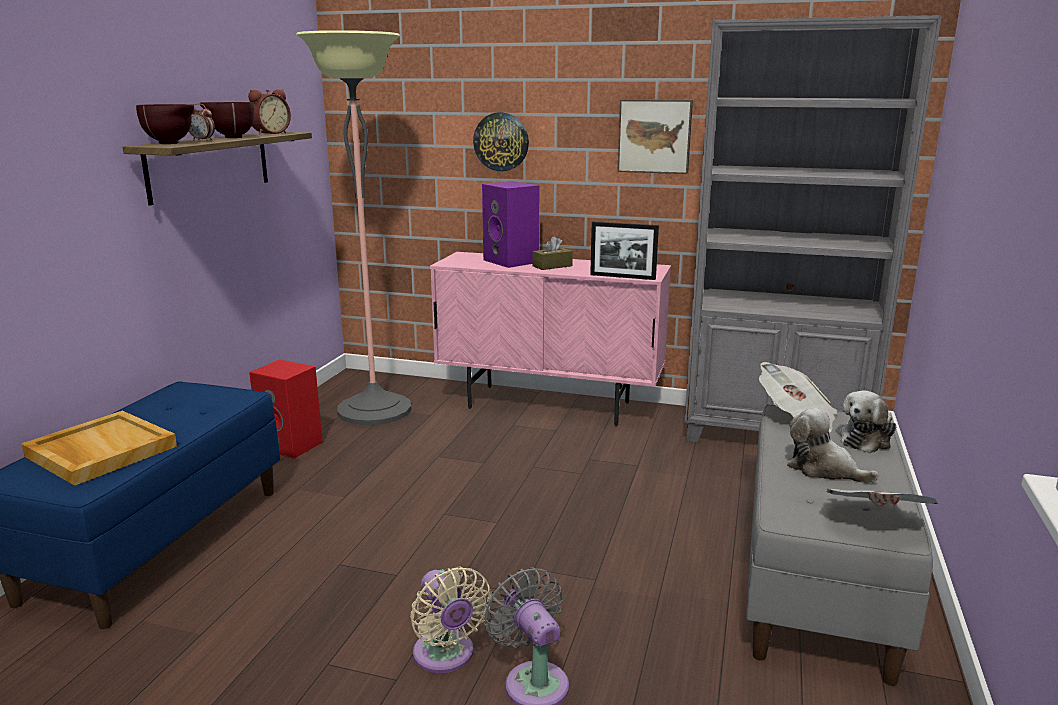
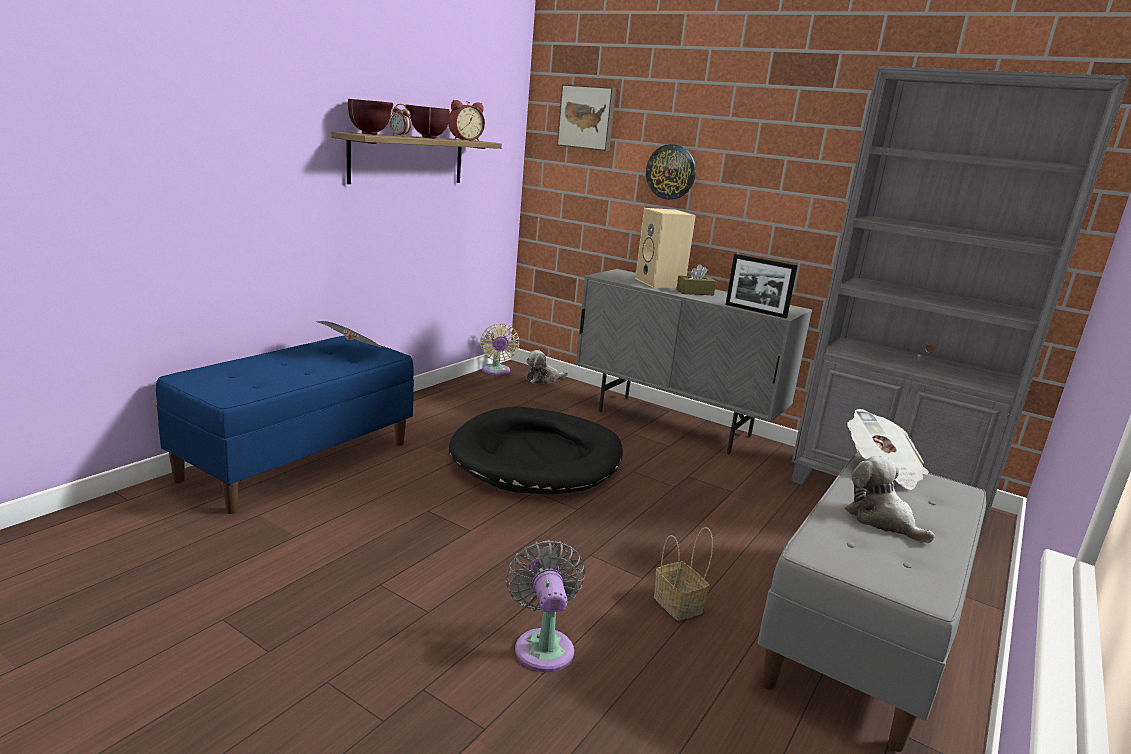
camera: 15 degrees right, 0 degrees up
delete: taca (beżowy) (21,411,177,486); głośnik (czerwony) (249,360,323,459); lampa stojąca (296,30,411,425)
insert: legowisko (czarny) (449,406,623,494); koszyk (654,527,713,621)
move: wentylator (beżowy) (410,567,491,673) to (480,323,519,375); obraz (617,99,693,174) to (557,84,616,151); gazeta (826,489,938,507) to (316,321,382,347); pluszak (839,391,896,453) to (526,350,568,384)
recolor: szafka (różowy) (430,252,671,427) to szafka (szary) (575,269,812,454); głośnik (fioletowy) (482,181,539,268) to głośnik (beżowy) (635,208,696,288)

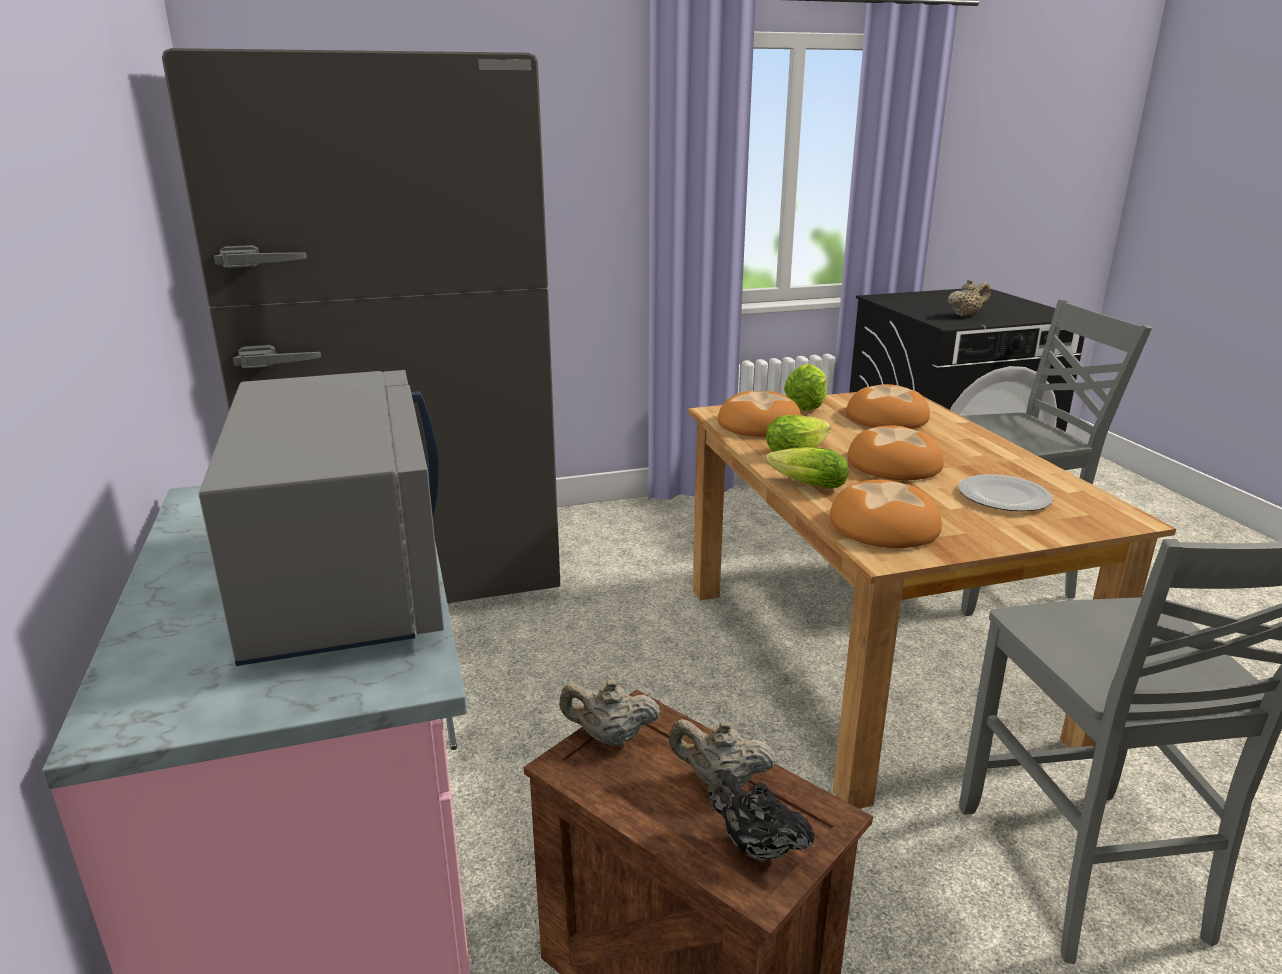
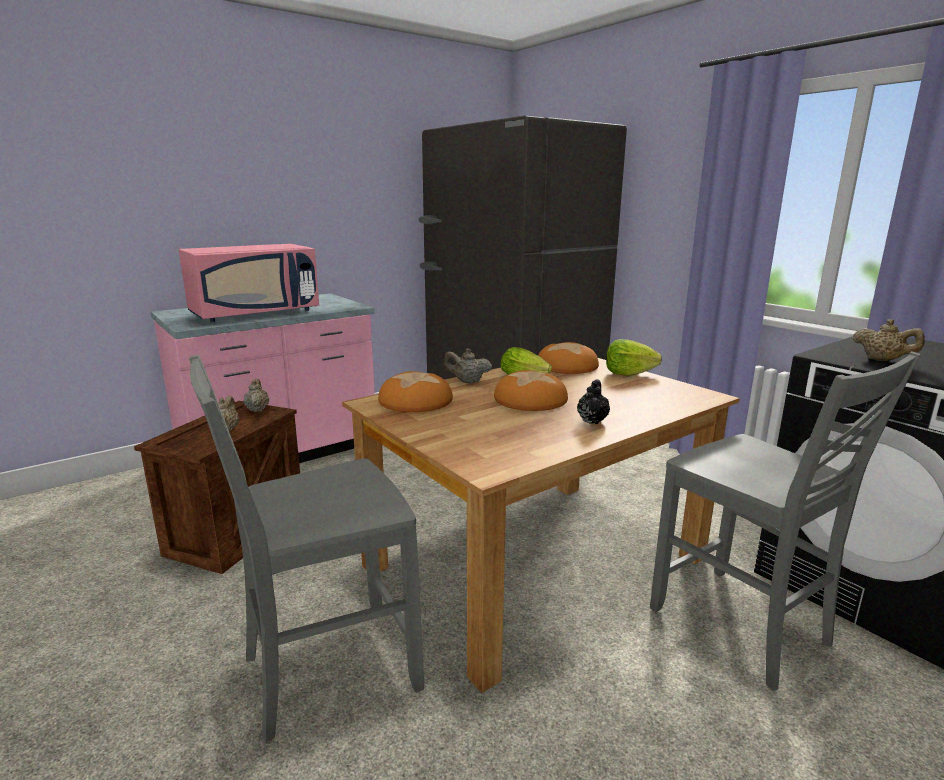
camera: 70 degrees right, 5 degrees down
delete: chleb (846,384,930,429); talerz (958,474,1053,511)
move: imbryk (czarny) (707,770,815,862) to (577,379,610,424)
replace: sałata (766,447,849,488) to imbryk (beżowy) (443,348,492,384)
recolor: mikrofalówka (szary) (198,370,444,666) to mikrofalówka (różowy) (179,244,319,322)

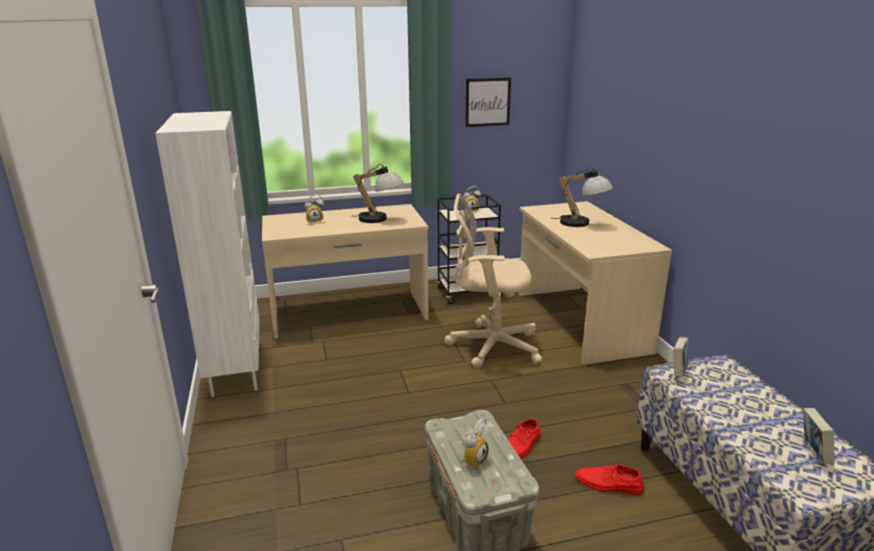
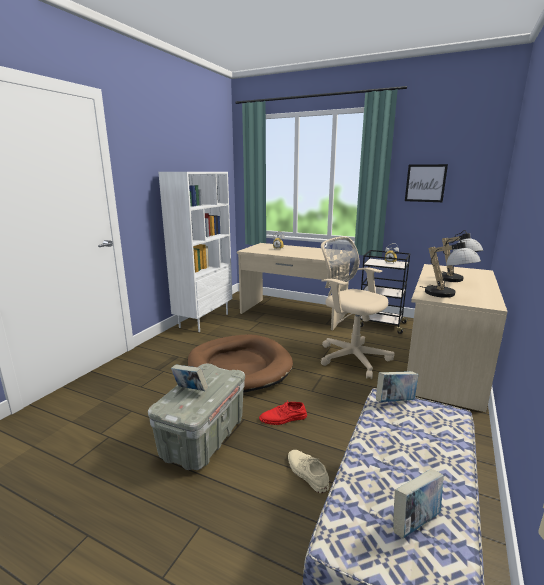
camera: 40 degrees right, 5 degrees down
insert: legowisko (brązowy) (188,334,293,392)
move: lampa stołowa (353,164,404,223) to (420,238,481,298)
replace: budzik (458,419,490,468) to książka (171,365,208,391)
recolor: but (czerwony) (575,462,644,495) to but (beżowy) (288,450,329,493)

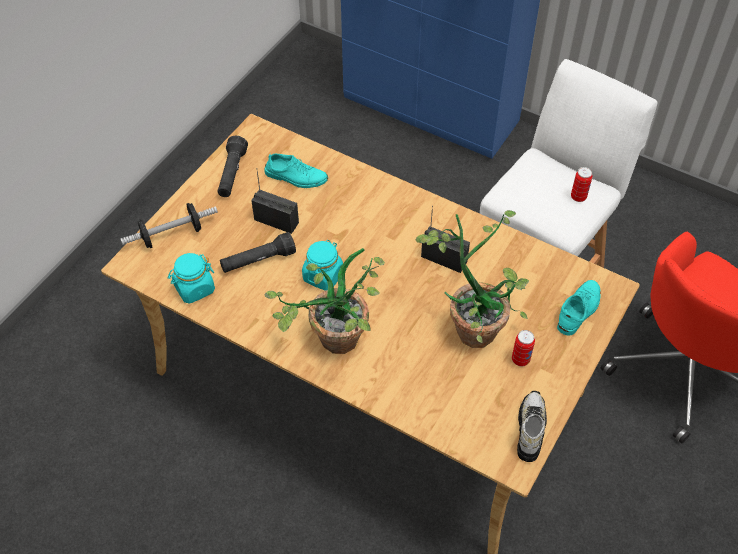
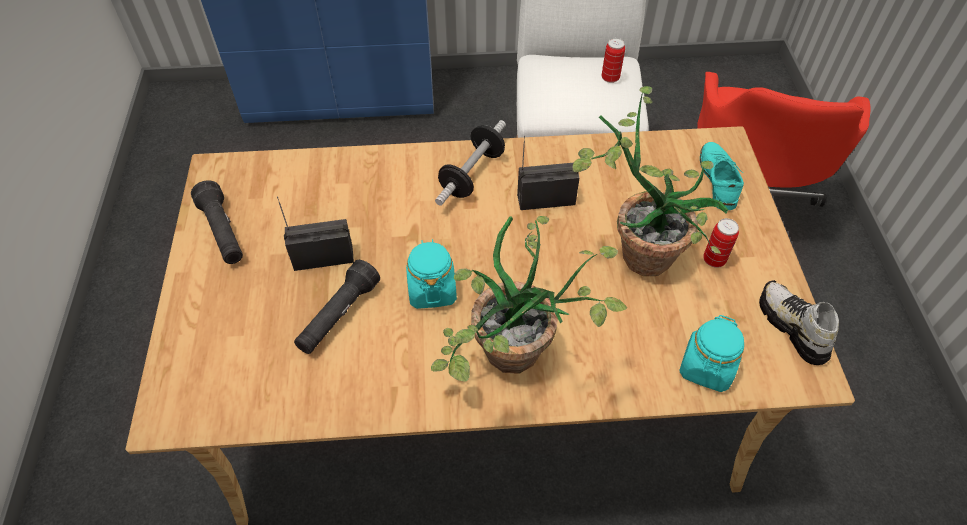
camera: 35 degrees left, 0 degrees up
delete: but (turkusowy) (265,153,328,188)
move: hantel (120,203,218,248) to (435,120,506,206); słoik (turkusowy) (168,253,215,304) to (679,315,744,392)

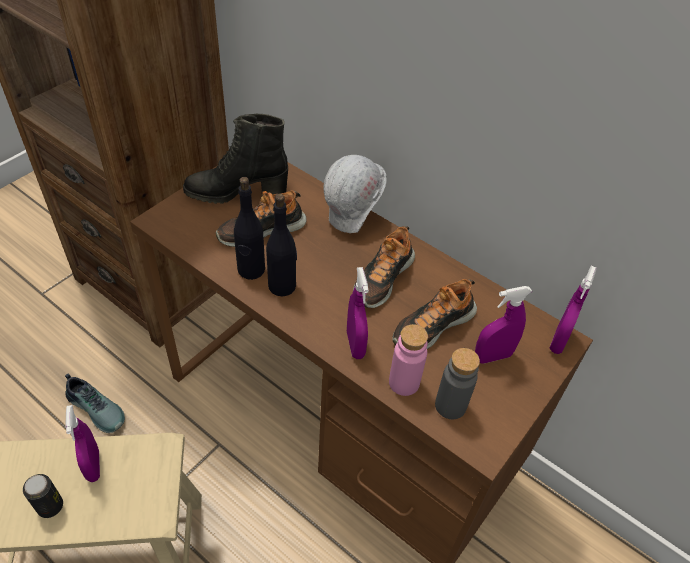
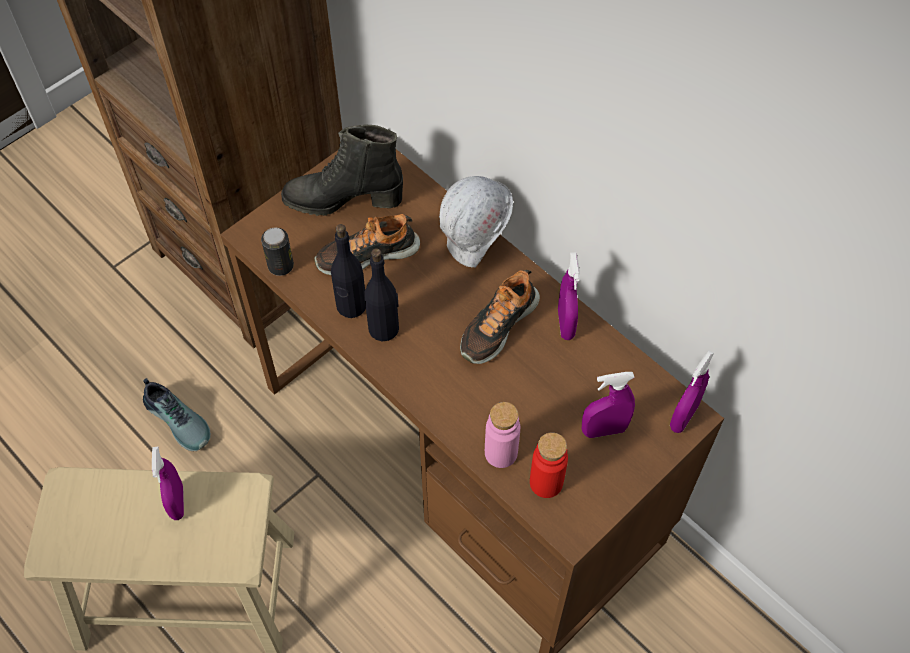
camera: 10 degrees right, 10 degrees up
delete: but (392,279,477,349)
move: puszka (23,474,63,518) to (261,227,294,276); spryskiwacz (fioletowy) (347,267,369,359) to (558,252,580,340)
recolor: butelka (szary) (435,348,480,419) to butelka (czerwony) (530,432,568,498)

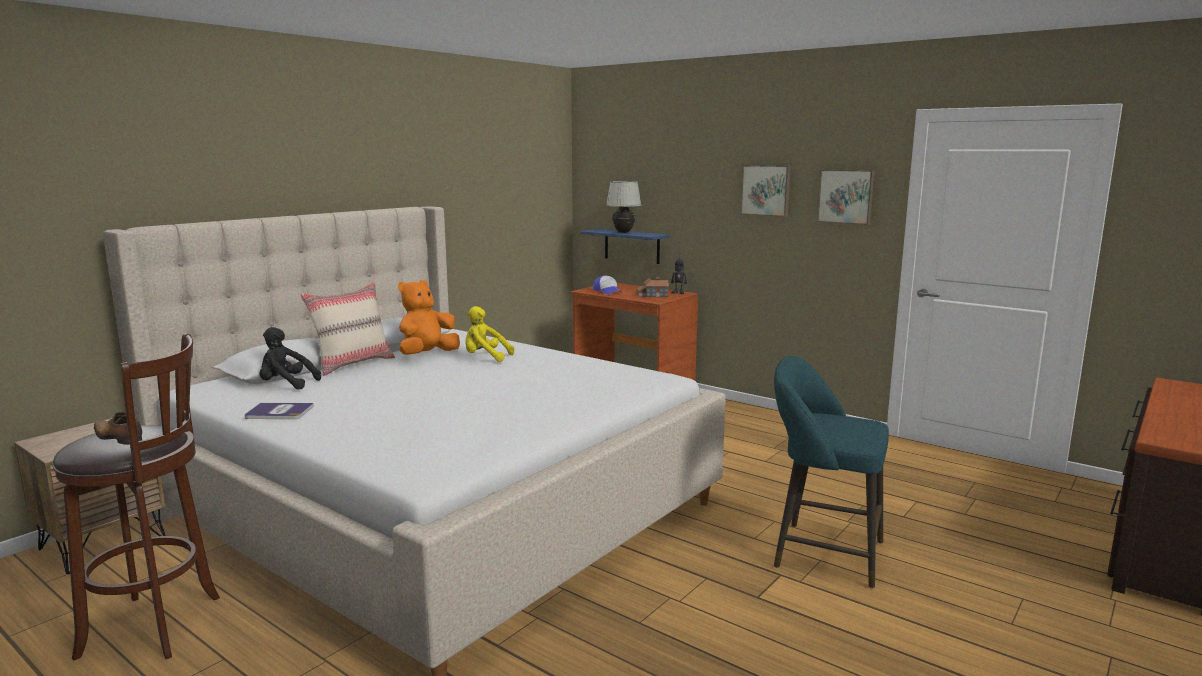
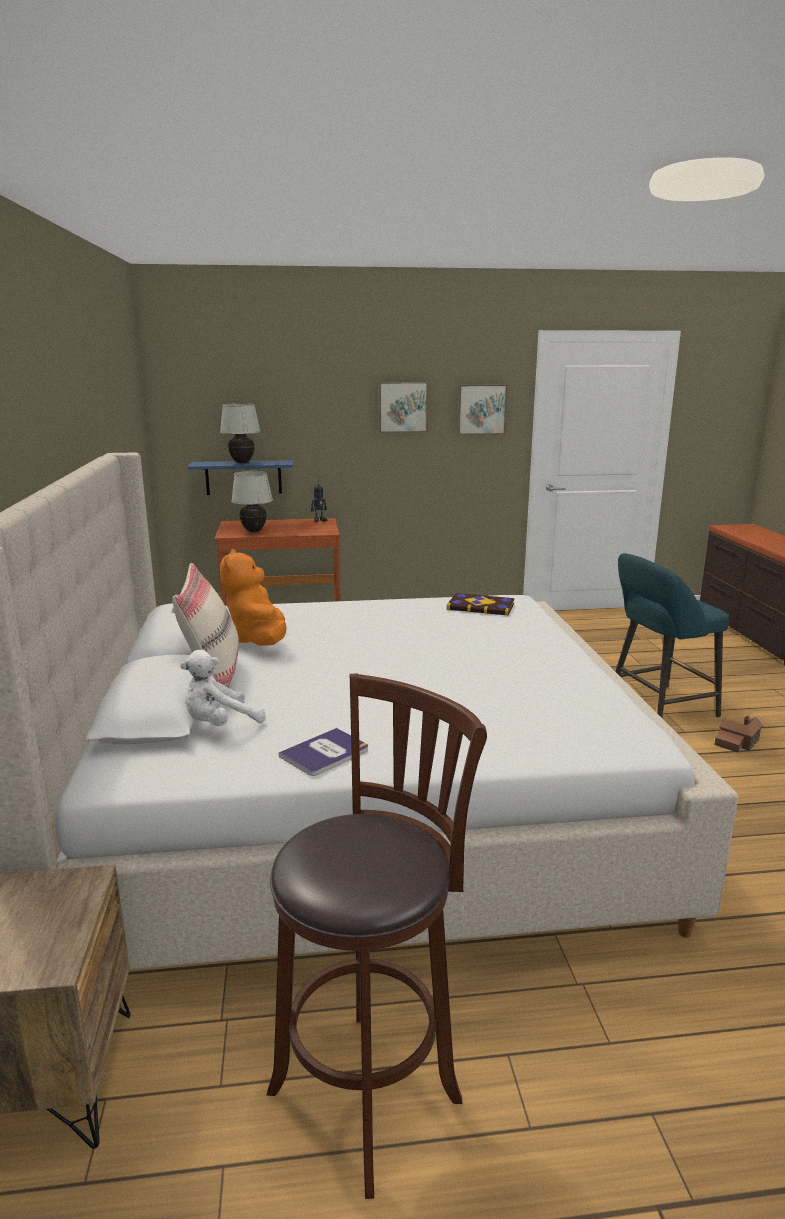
camera: 45 degrees left, 5 degrees up
delete: but (94,412,142,445); pluszak (żółty) (465,306,514,362)
insert: książka (447,593,515,616)
move: domek (637,276,669,298) to (715,715,763,753)
replace: czapka z daszkiem (593,275,622,294) to lampa stołowa (biały) (231,471,273,532)
recolor: pluszak (czarny) (259,327,321,389) to pluszak (biały) (180,650,266,726)

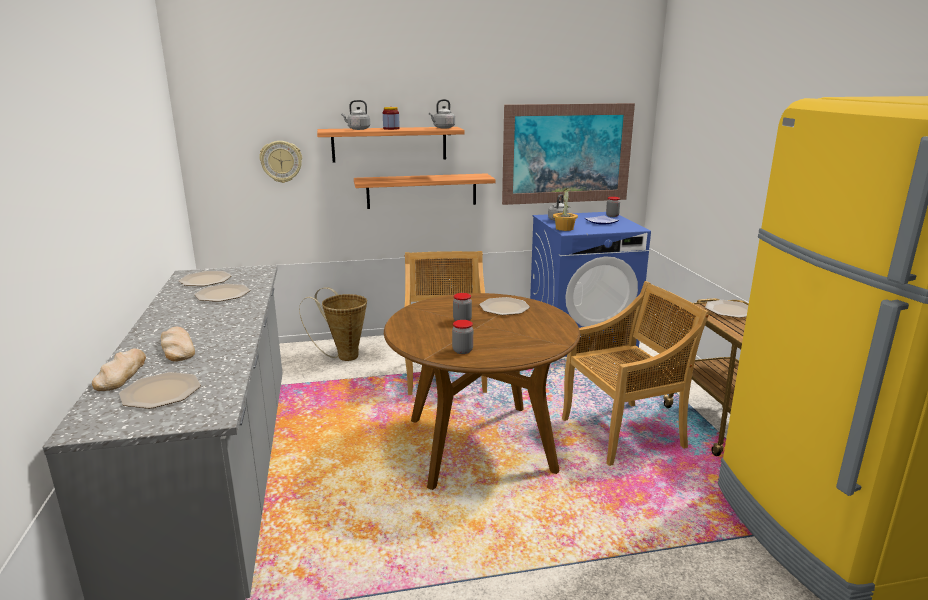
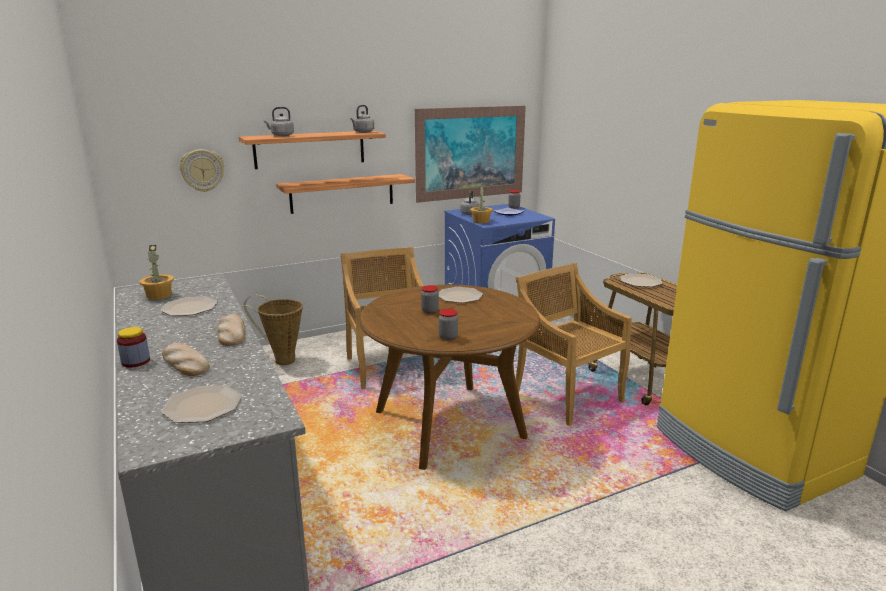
camera: 15 degrees left, 0 degrees up
move: chleb (92,349,146,391) to (217,314,245,346); słoik (383,107,400,130) to (117,327,150,367)
replace: talerz (179,271,232,286) to roślina doniczkowa (140,245,174,300)
rotate: krzesło (beżowy) (562,281,710,466) = (516,263,632,426) 90 degrees counterclockwise

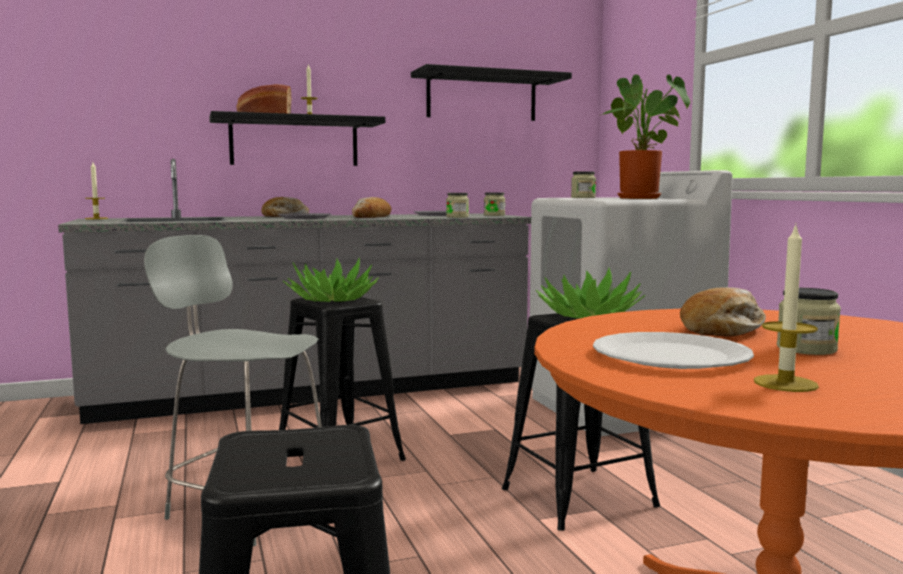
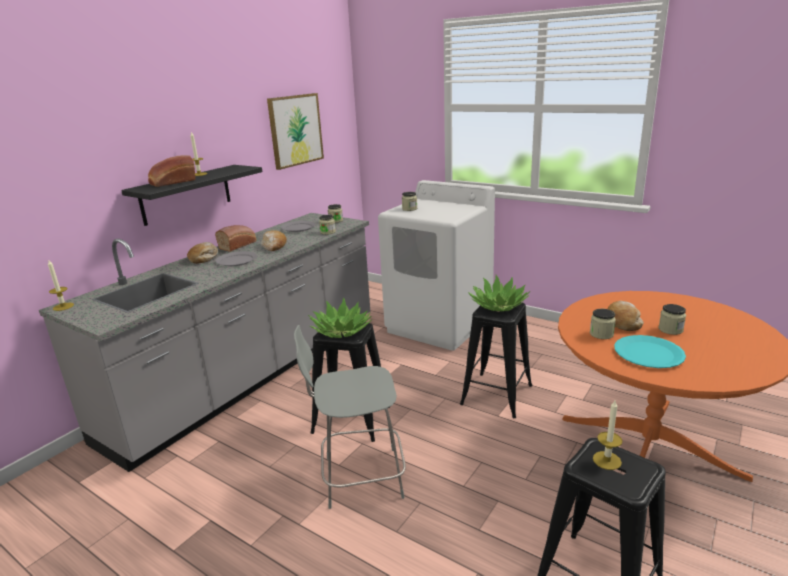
camera: 35 degrees left, 15 degrees up
delete: roślina doniczkowa (602,74,690,199)
insert: chleb (215,225,257,252); słoik (590,309,616,339)
move: świeca (754,224,819,392) to (593,400,622,470)
replace: półka (czarny) (411,64,572,121) to obraz (267,93,324,170)
recolor: talerz (biały) (593,332,754,369) to talerz (turkusowy) (614,335,686,368)

